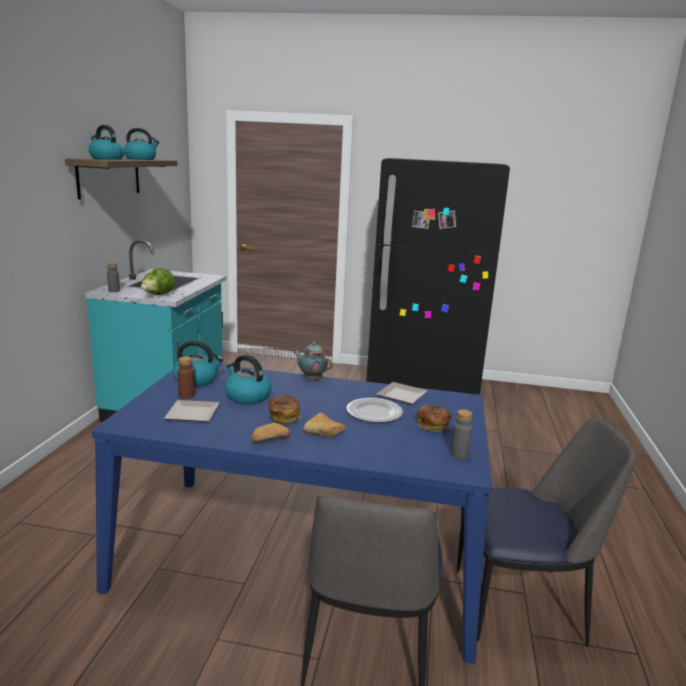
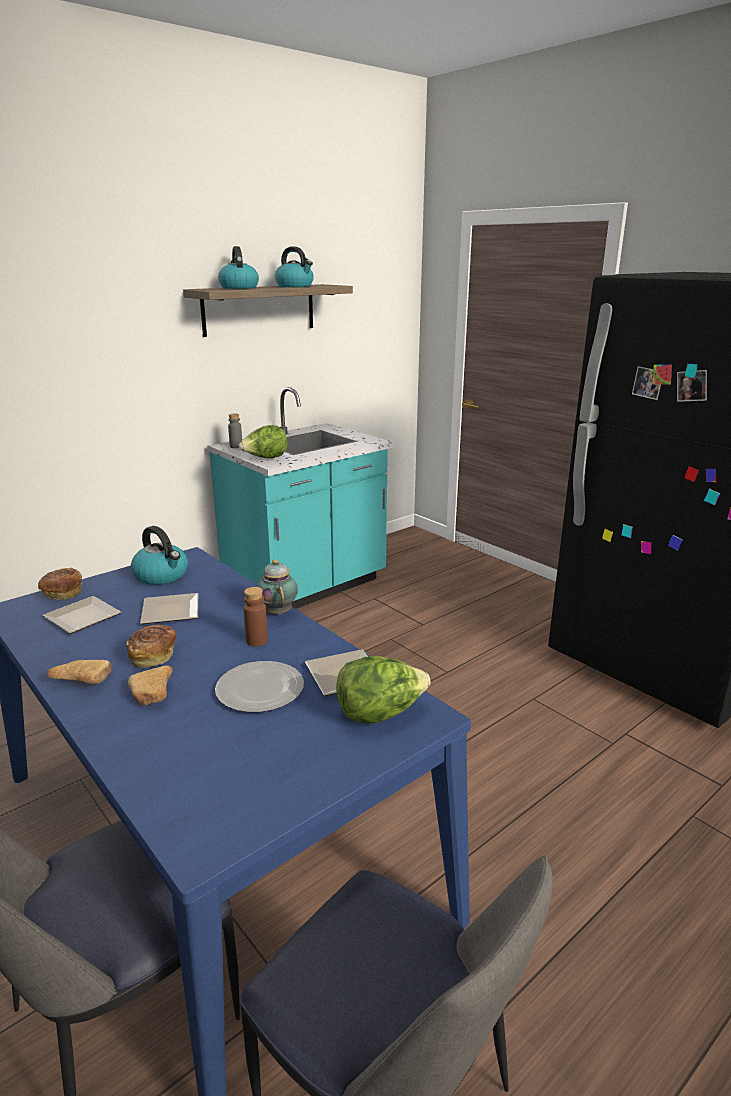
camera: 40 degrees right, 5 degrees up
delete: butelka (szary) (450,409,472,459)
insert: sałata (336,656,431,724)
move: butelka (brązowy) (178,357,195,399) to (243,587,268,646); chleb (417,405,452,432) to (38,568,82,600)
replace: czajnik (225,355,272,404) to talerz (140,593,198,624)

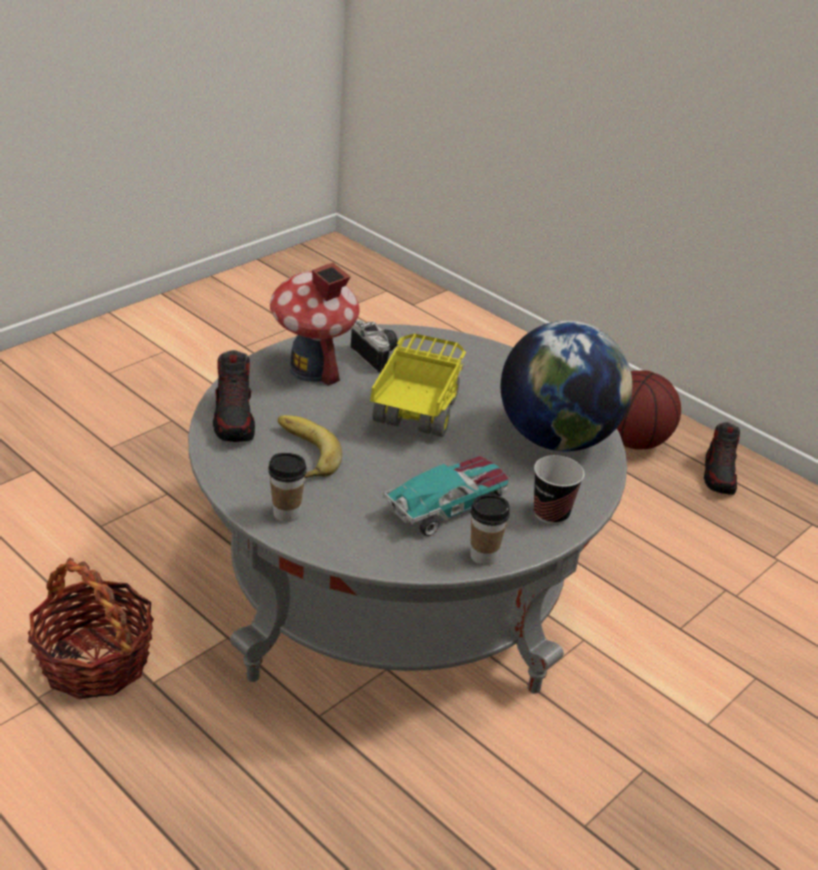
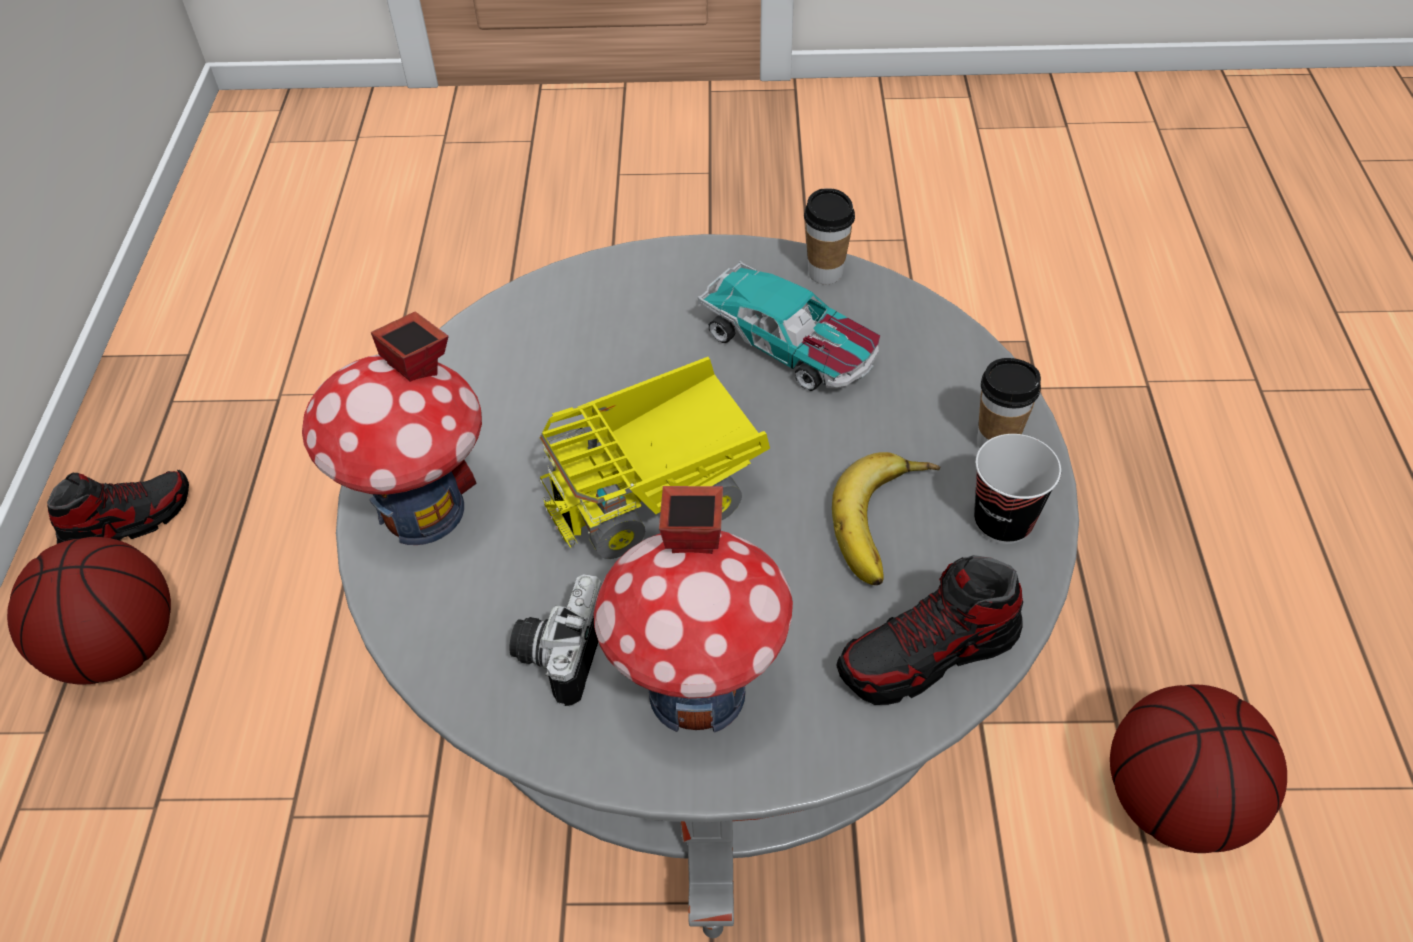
camera: 130 degrees left, 15 degrees up
delete: globus (501,321,633,452)
insert: domek (302,311,482,545)
move: filiżanka (534,455,585,525) to (974,434,1061,544)
replace: koszyk (28,558,154,700) to piłka do koszykówki (1110,684,1287,853)
rotate: but (213,350,255,442) = (837,555,1023,705) 150 degrees counterclockwise; samochodzik (383,456,509,536) = (698,260,880,391) 150 degrees counterclockwise

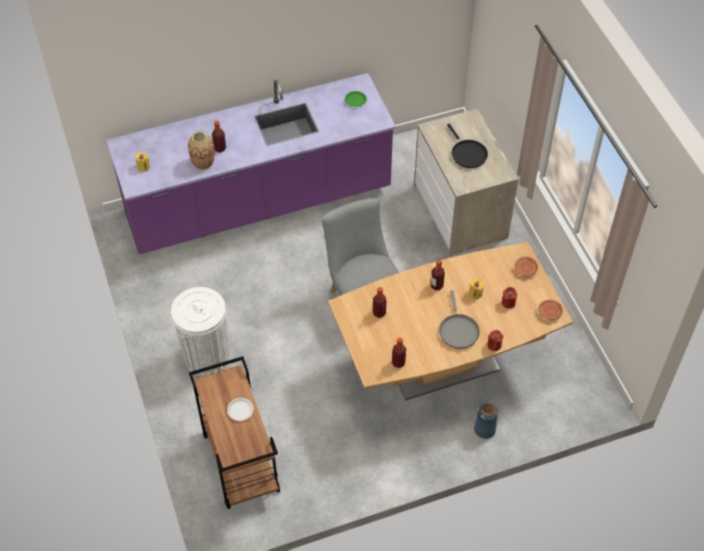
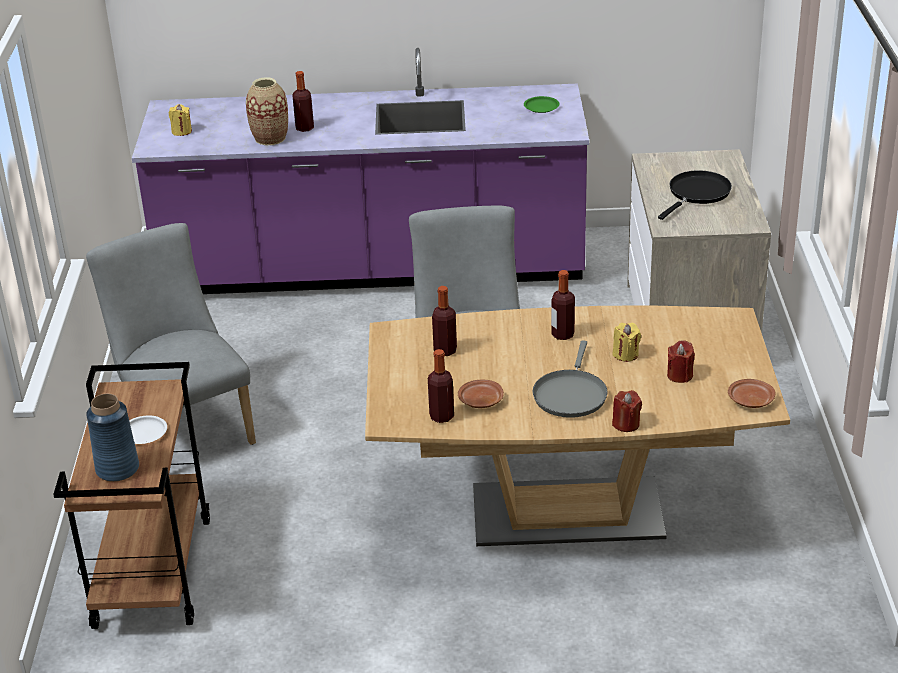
camera: 20 degrees right, 20 degrees down
move: wazon (niebieski) (474,403,498,439) to (86,394,139,482); talerz (brązowy) (514,257,538,276) to (458,380,504,408)
replace: kosz na śmieci (biały) (171,287,230,376) to krzesło (szary) (86,223,256,445)
rotate: patelnia (czarny) (447,124,488,168) = (658,170,732,220) 135 degrees counterclockwise

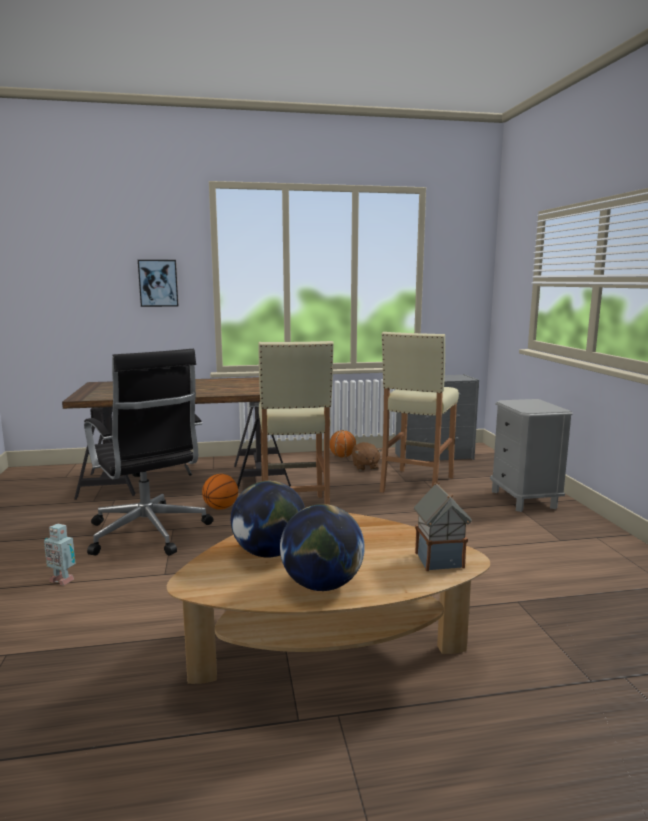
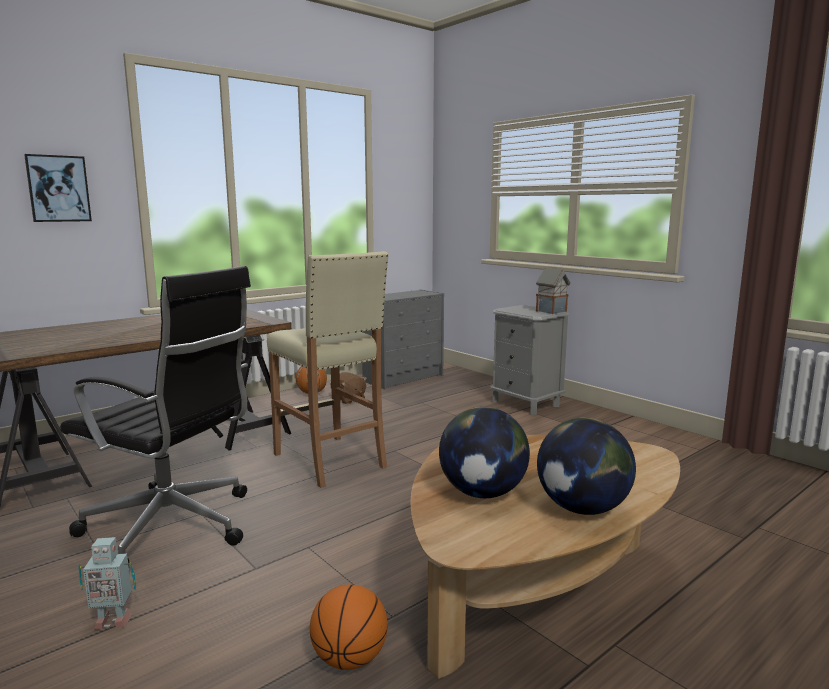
camera: 30 degrees left, 0 degrees up
delete: stołek (beżowy) (380,332,459,493)
move: piłka do koszykówki (202,474,238,510) to (310,584,388,670); domek (414,482,472,571) to (536,267,571,314)

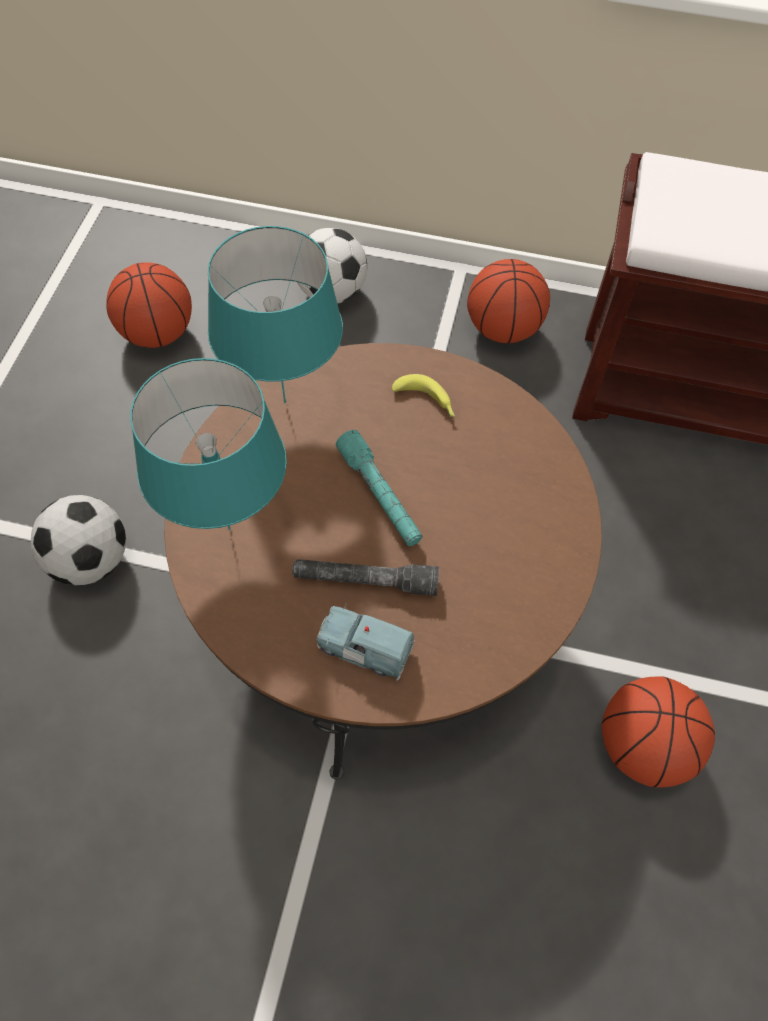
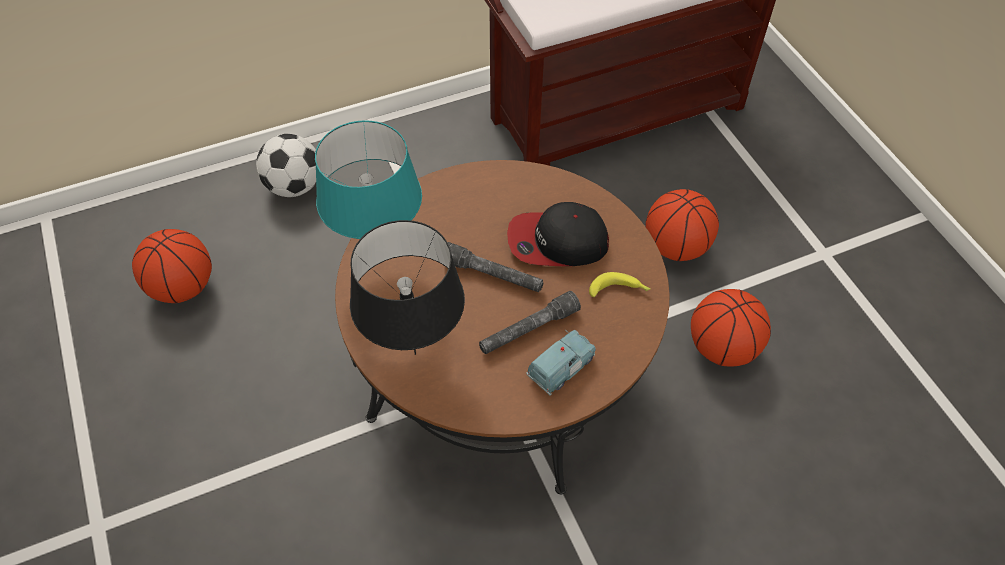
camera: 35 degrees left, 5 degrees down
delete: piłka futbolowa (31,495,126,585)
insert: czapka z daszkiem (507,202,609,266)
move: banan (392,374,456,417) to (589,272,650,297); piłka do koszykówki (467,259,550,343) to (646,189,719,261)
recolor: lampa stołowa (turkusowy) (130,358,287,530) to lampa stołowa (czarny) (350,220,465,355); latarka (turkusowy) (336,430,422,546) to latarka (szary) (448,242,544,292)
rotate: samochodzik (niebieski) (317,602,415,681) = (526,330,596,395) 150 degrees clockwise

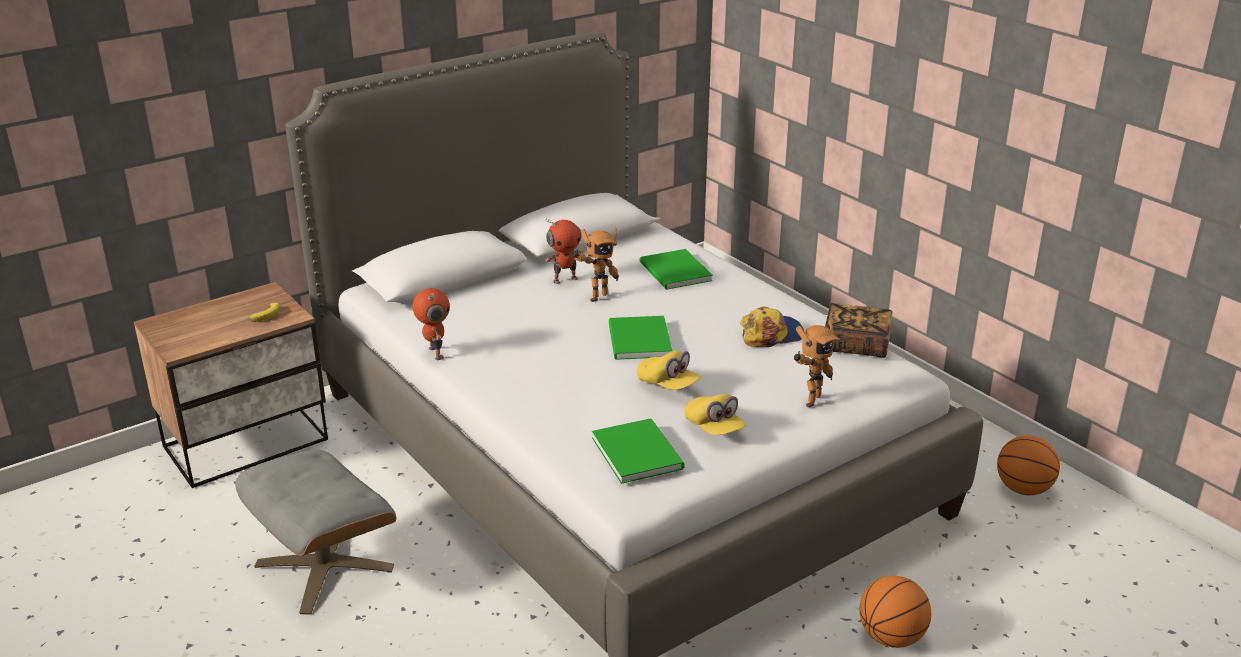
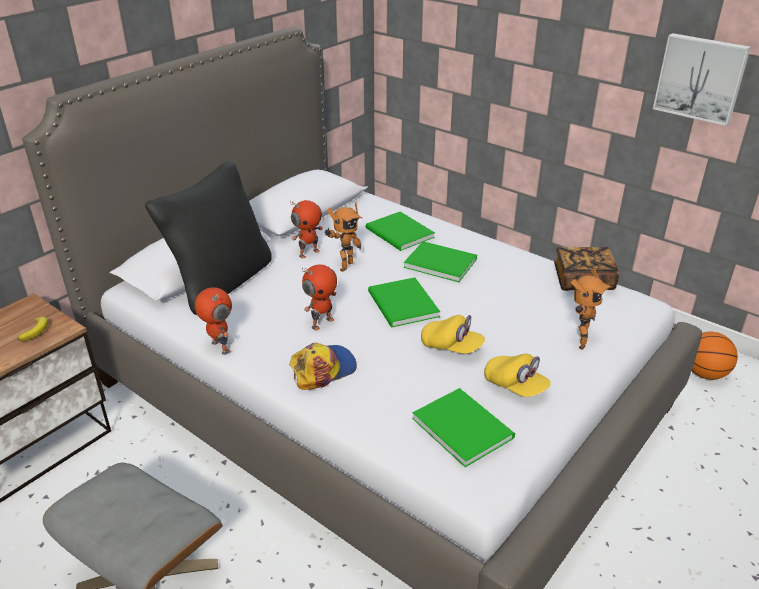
camera: 15 degrees left, 5 degrees up
delete: piłka do koszykówki (859,576,931,648)
insert: poduszka (czarny) (145,160,272,315); robot zabawkowy (302,264,337,330); książka (zielony) (404,241,477,282); obraz (653,33,751,126)
move: czapka z daszkiem (740,306,804,347) to (290,342,357,390)

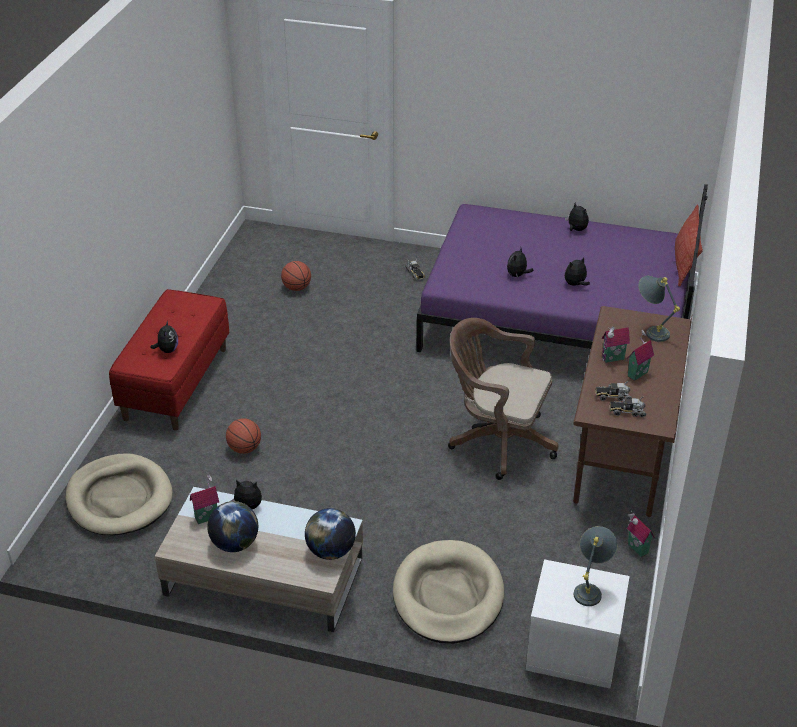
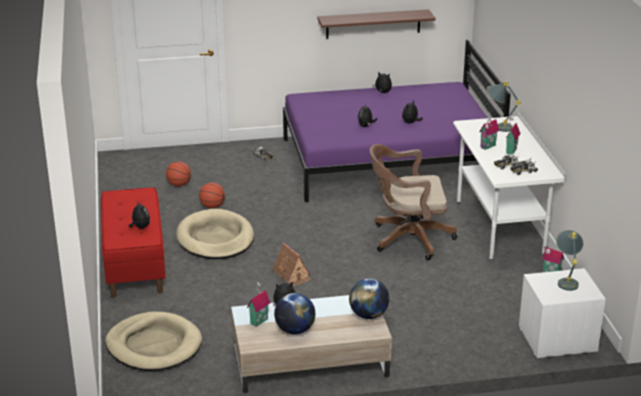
camera: 25 degrees left, 10 degrees down
delete: poduszka (675,204,703,287)
insert: domek (273,242,312,287); półka (317,9,436,39)
move: piłka do koszykówki (226,418,261,454) to (199,182,225,208); legowisko (beżowy) (393,540,504,644) to (176,209,254,259)
recolor: biurko (brązowy) (573,306,692,519) to biurko (biały) (453,112,566,262)

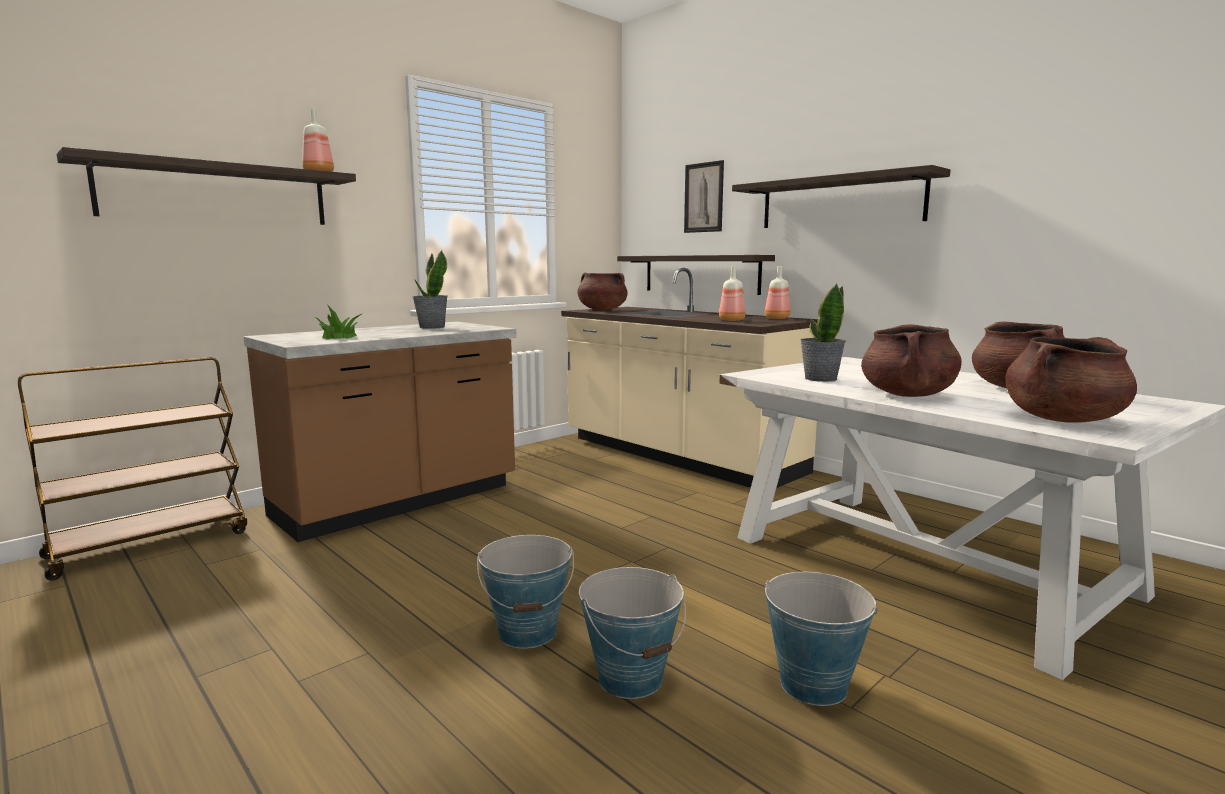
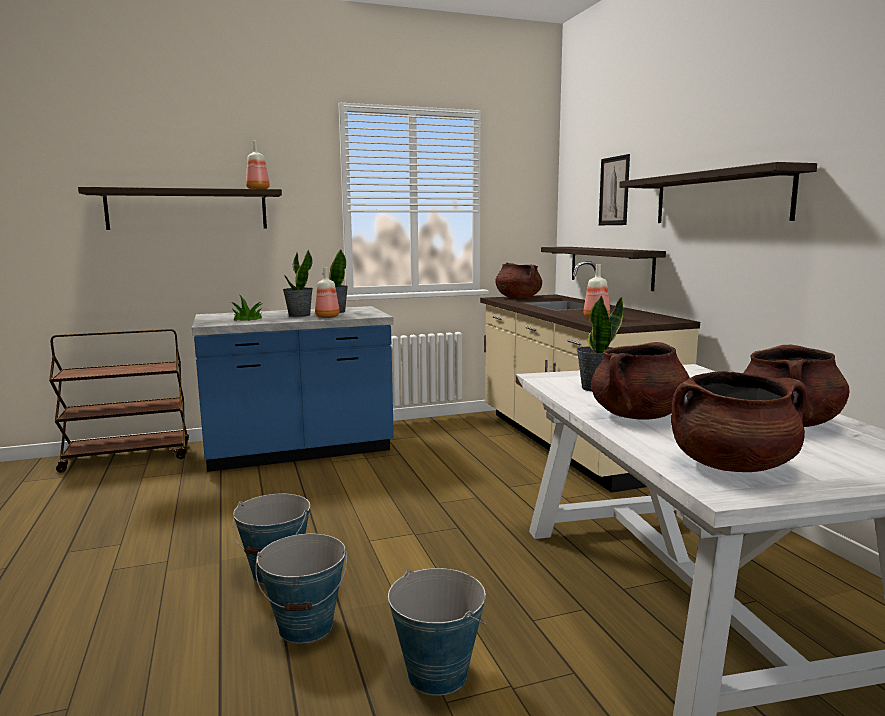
camera: 25 degrees right, 0 degrees up
insert: roślina doniczkowa (283,250,313,317)
move: butelka (765,266,791,319) to (315,267,340,318)
recolor: zabudowa kuchenna (brązowy) (244,322,517,542) to zabudowa kuchenna (niebieski) (192,306,394,472)

